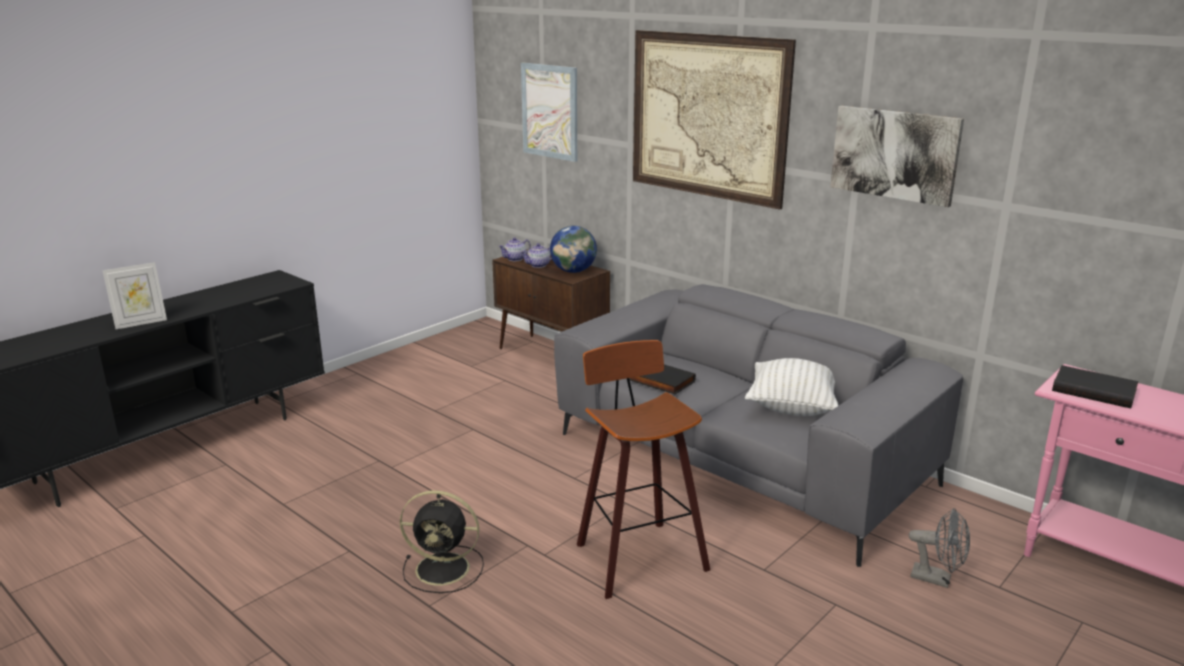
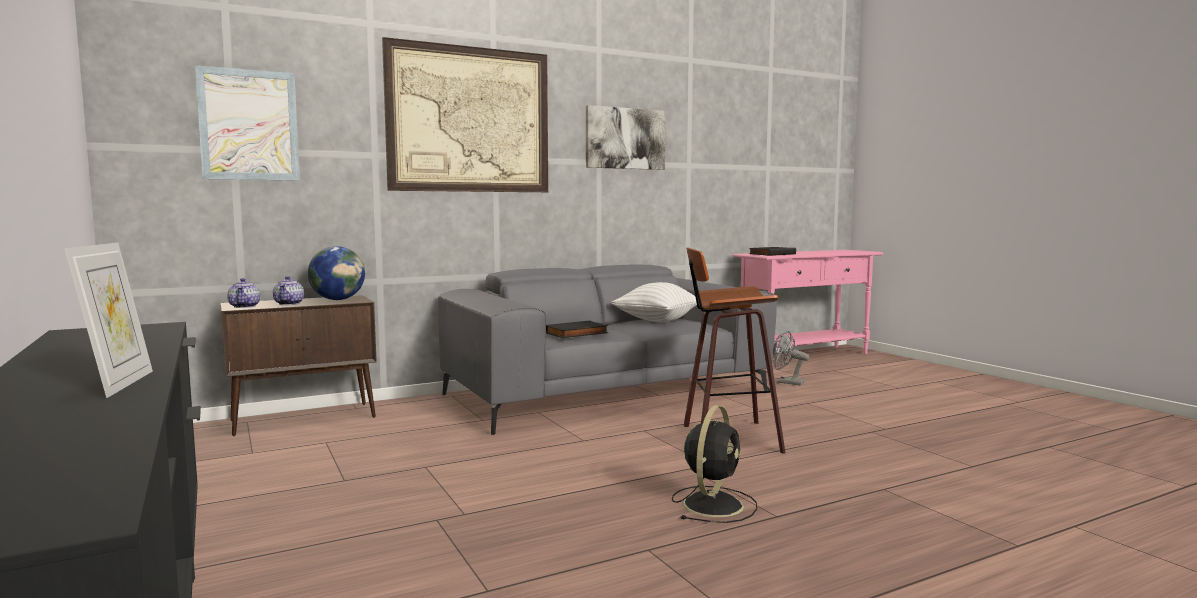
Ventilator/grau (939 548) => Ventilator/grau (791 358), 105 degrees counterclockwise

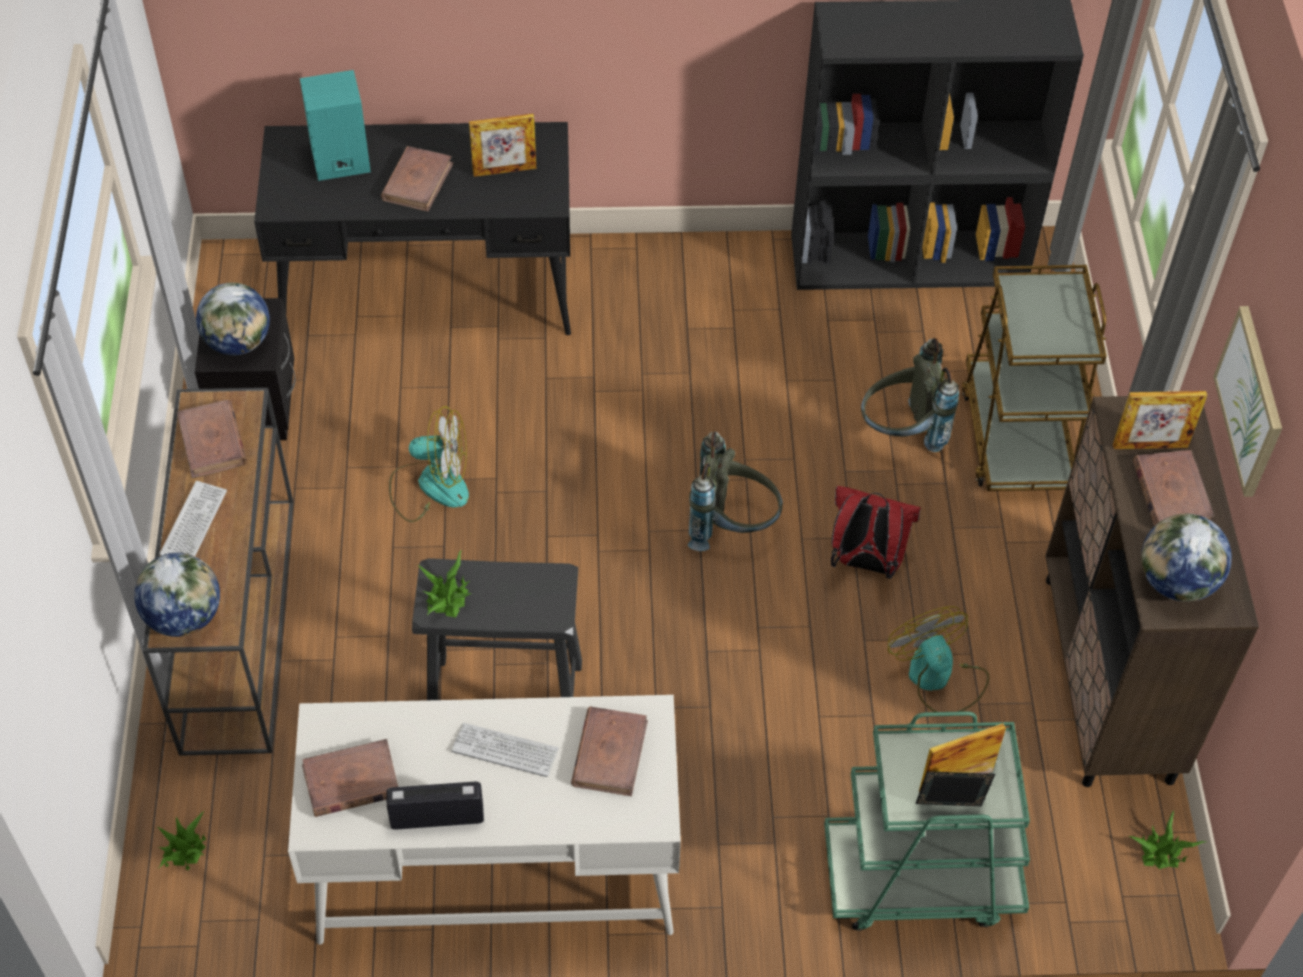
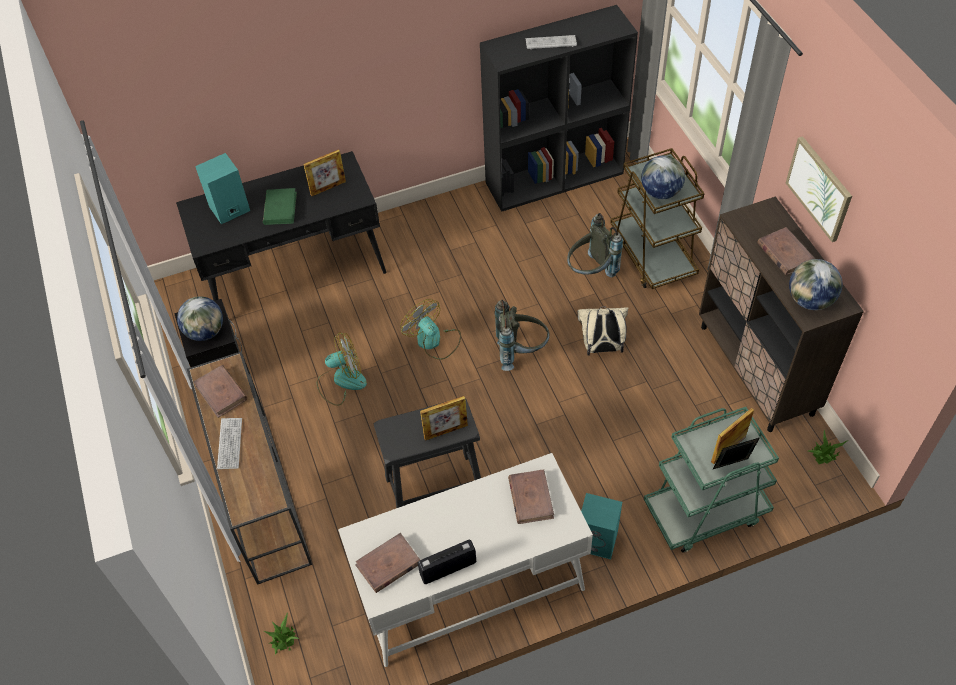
Globus (177 595) => Globus (663 177), shifted
Buch/braun (417 179) => Buch/grün (280 206)
Topfpflanze (445 583) => nothing
Tastatur (505 750) => Tastatur (551 42), shifted
Rucksack/rot (876 532) => Rucksack/beige (603 331)
Ventilator (938 659) => Ventilator (430 329), shifted
Bilderrahmen (1160 420) => Bilderrahmen (444 418), shifted
nothing => Lautsprecher/türkis (601 526)

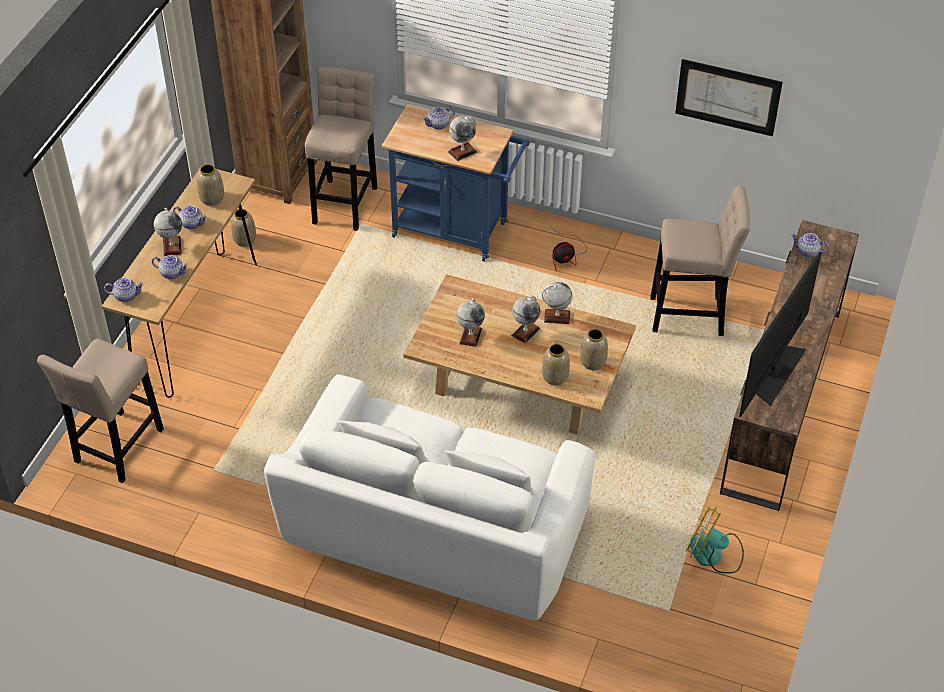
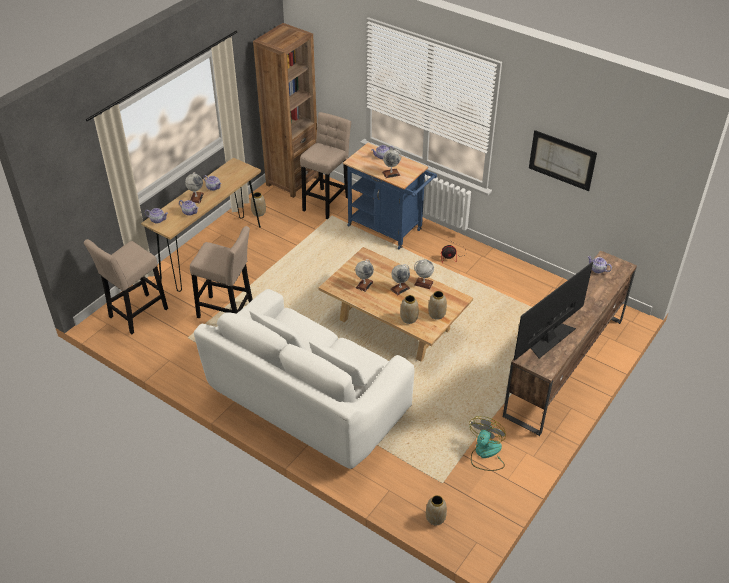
Vase (210 185) => Vase (436 510), shifted
Hocker/beige (700 260) => Hocker/beige (221 272), shifted
Ventilator (715 540) => Ventilator (487 443), 75 degrees clockwise

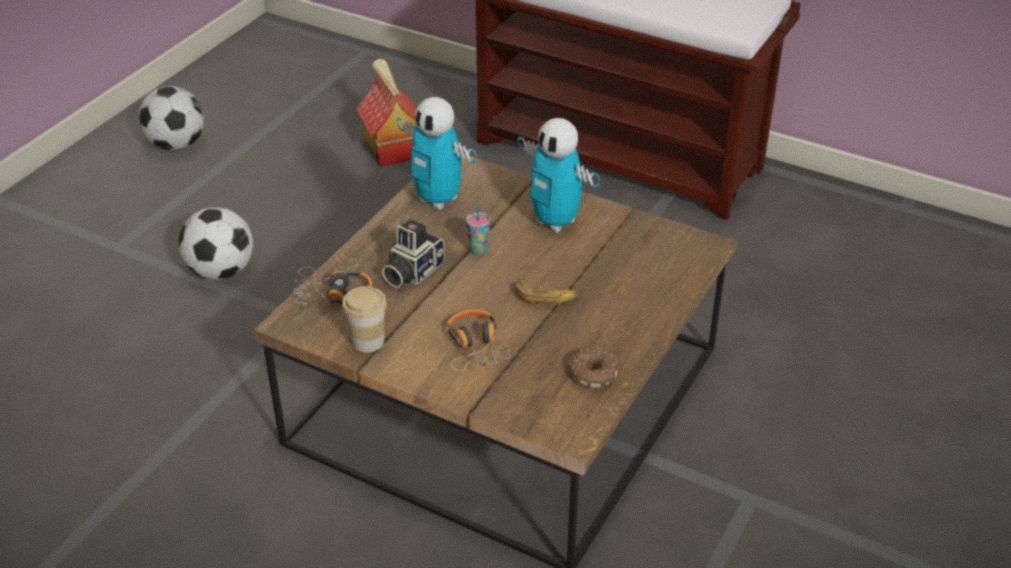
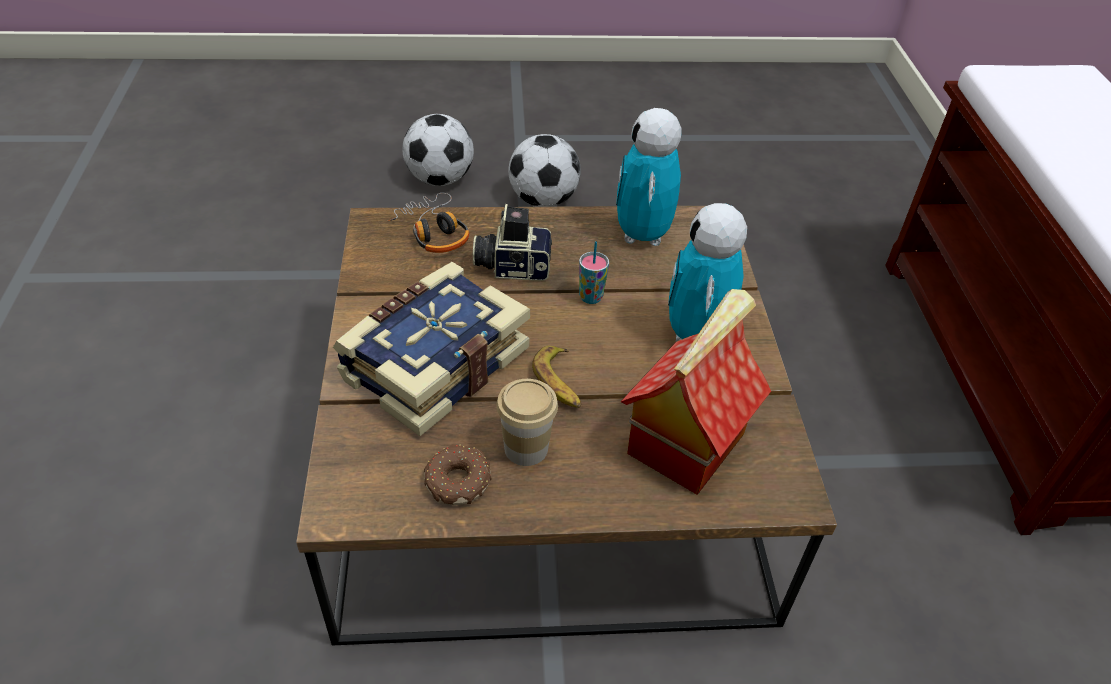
Fußball (171 118) => Fußball (438 150), shifted
Tasse (364 319) => Tasse (527 422), shifted
Spielzeughaus (386 113) => Spielzeughaus (696 392), shifted
Kopfhörer (482 340) => Buch (431 349)

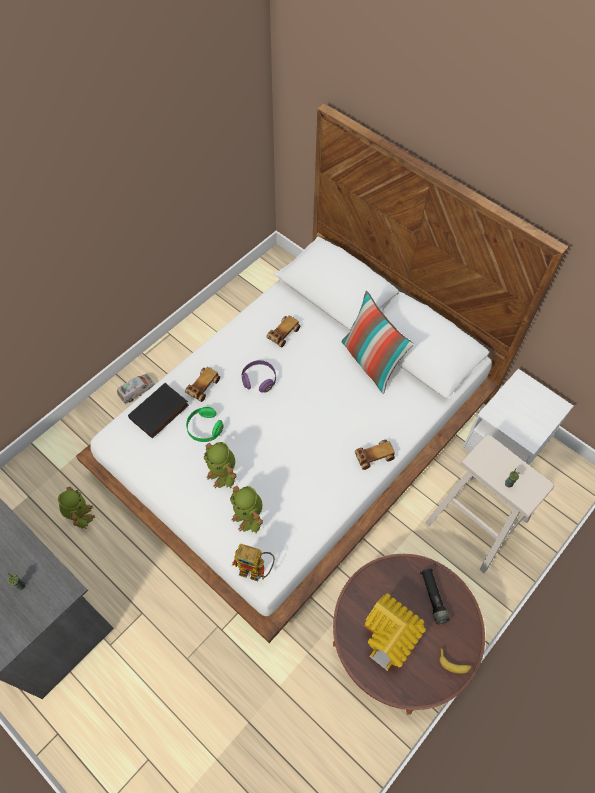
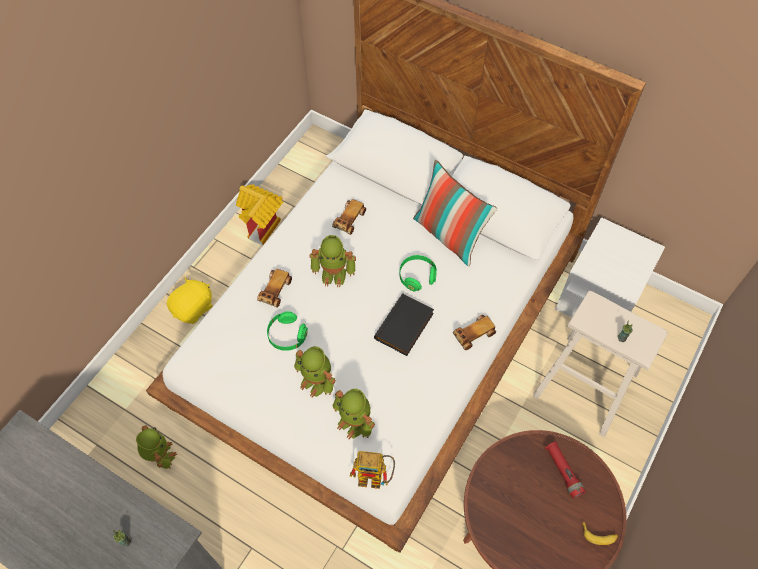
Spielzeuglaster (136 389) => Plüschtier/gelb (189 300)
Buch/schwarz (158 411) => Buch/schwarz (404 324), shifted
Kopfhörer/lila (259 376) => Spielzeugroboter (333 261)
Spielzeughaus (395 632) => Spielzeughaus (259 214), shifted
Taschenlampe/schwarz (435 596) => Taschenlampe/rot (565 470)
nothing => Kopfhörer/grün (418 273)

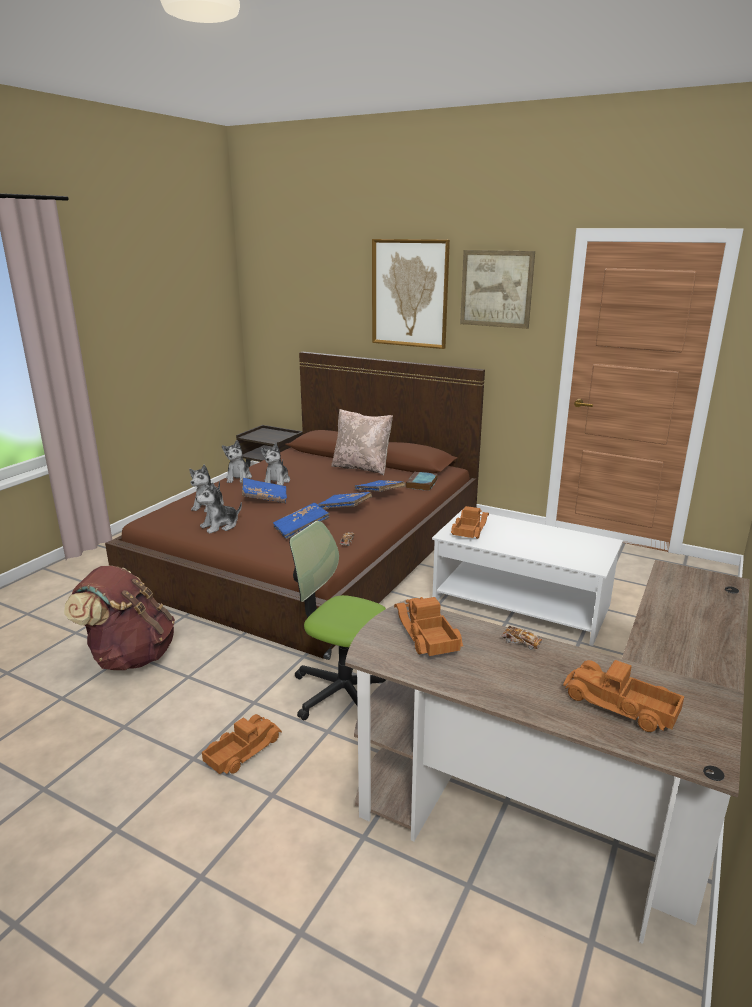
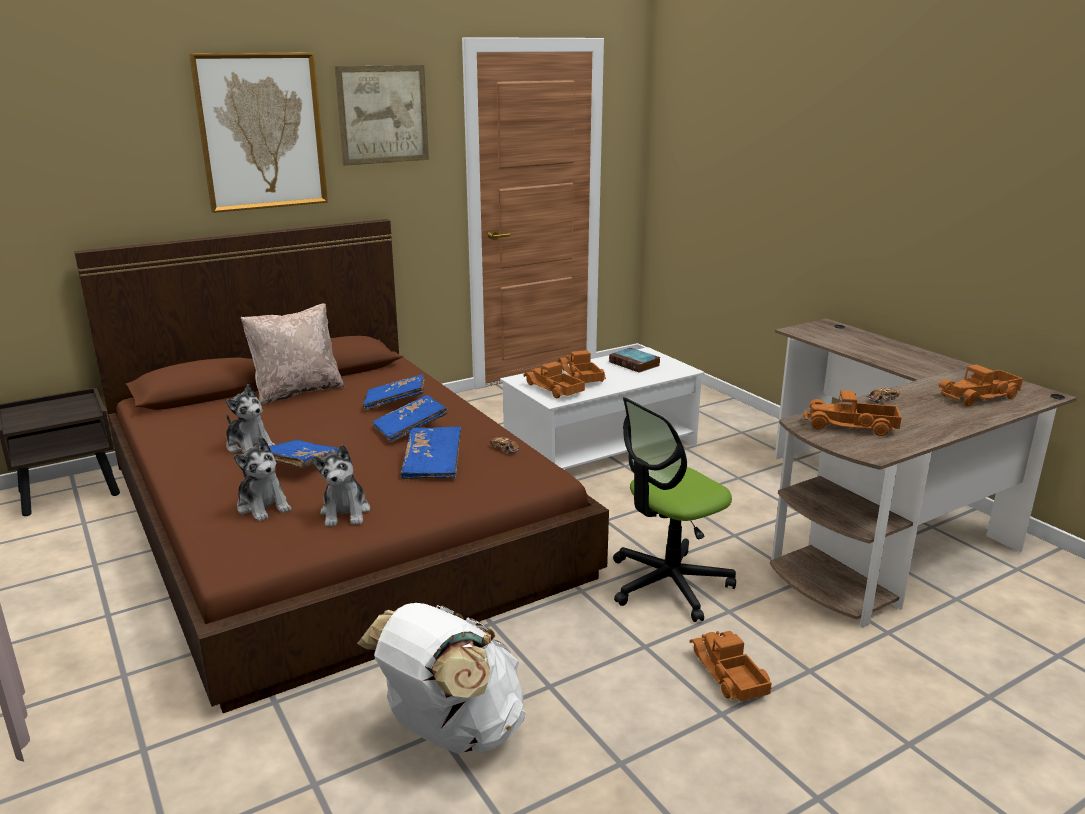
Rucksack/braun (119 617) => Rucksack/weiß (441 678)
Plüschtier (237 461) => nothing
Buch (422 481) => Buch (635 360), shifted
nothing => Spielzeuglaster (582 366)

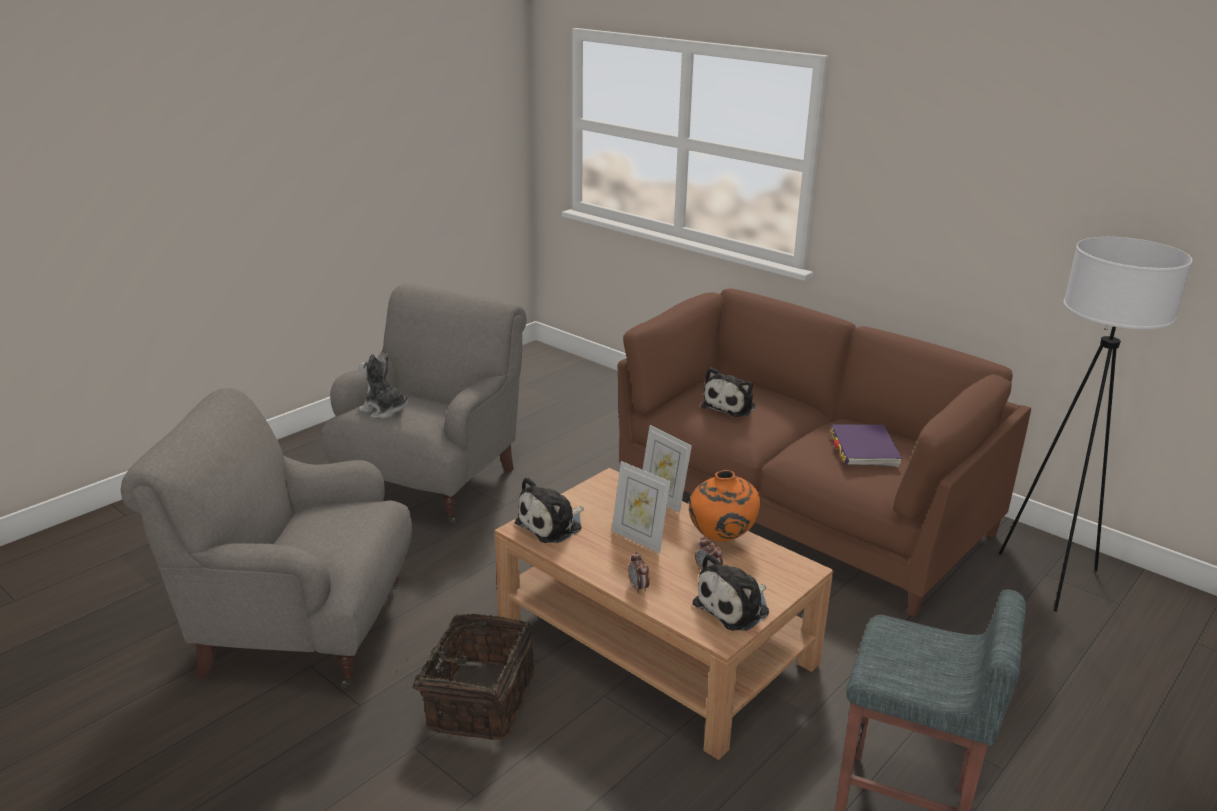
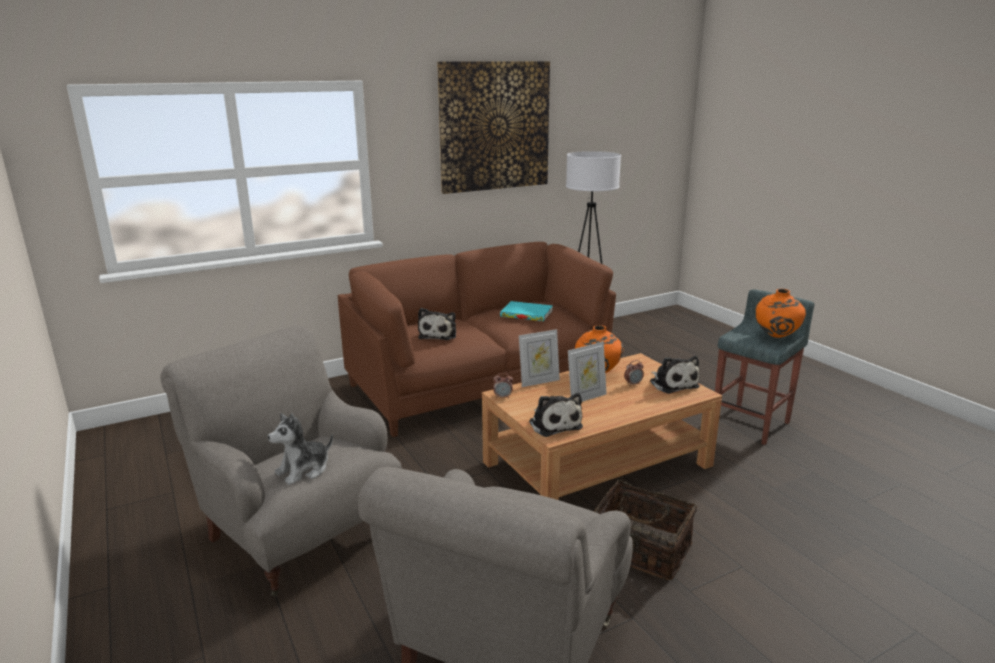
Wecker (639 573) => Wecker (503 385), shifted
Plüschtier (728 392) => Plüschtier (437 324), 45 degrees clockwise
Buch/lila (866 445) => Buch/türkis (526 311)
nothing => Bild (493 127)
nothing => Vase/orange (780 313)

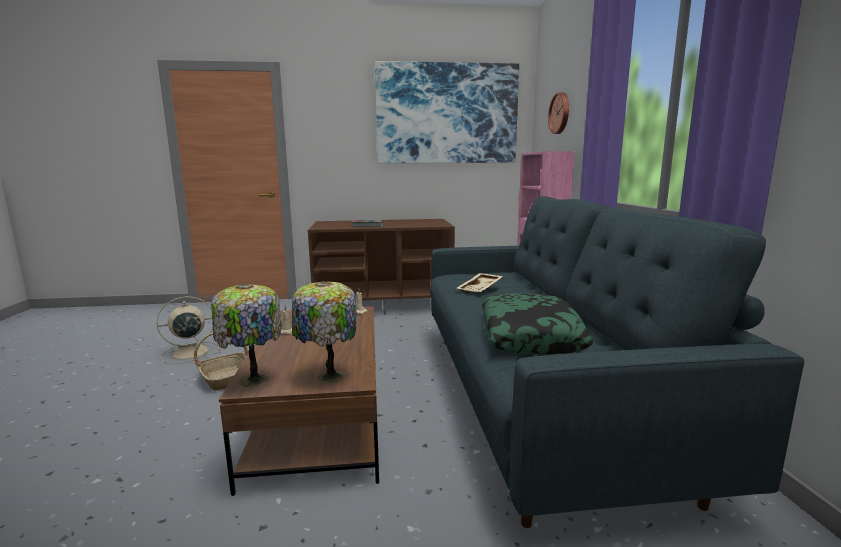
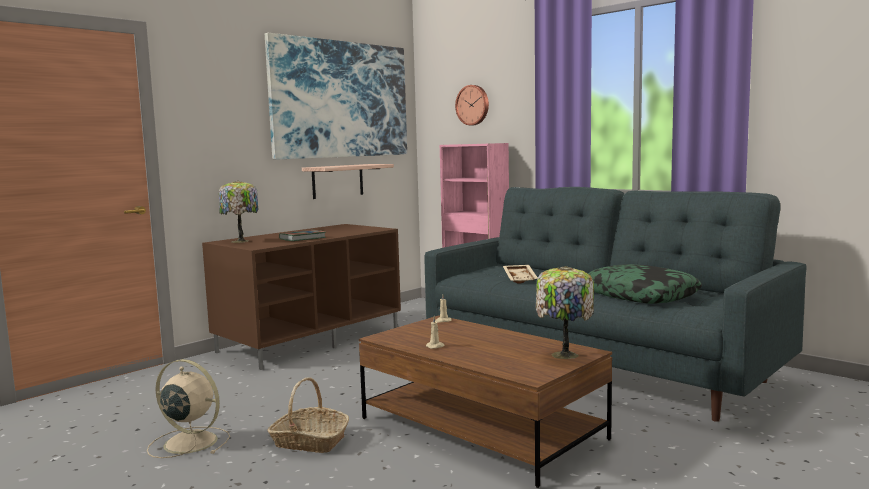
Ventilator/beige (188 330) => Ventilator/beige (188 408), 90 degrees clockwise
Tischlampe (246 335) => Tischlampe (239 211), shifted
nothing => Wandregal (348 181)

